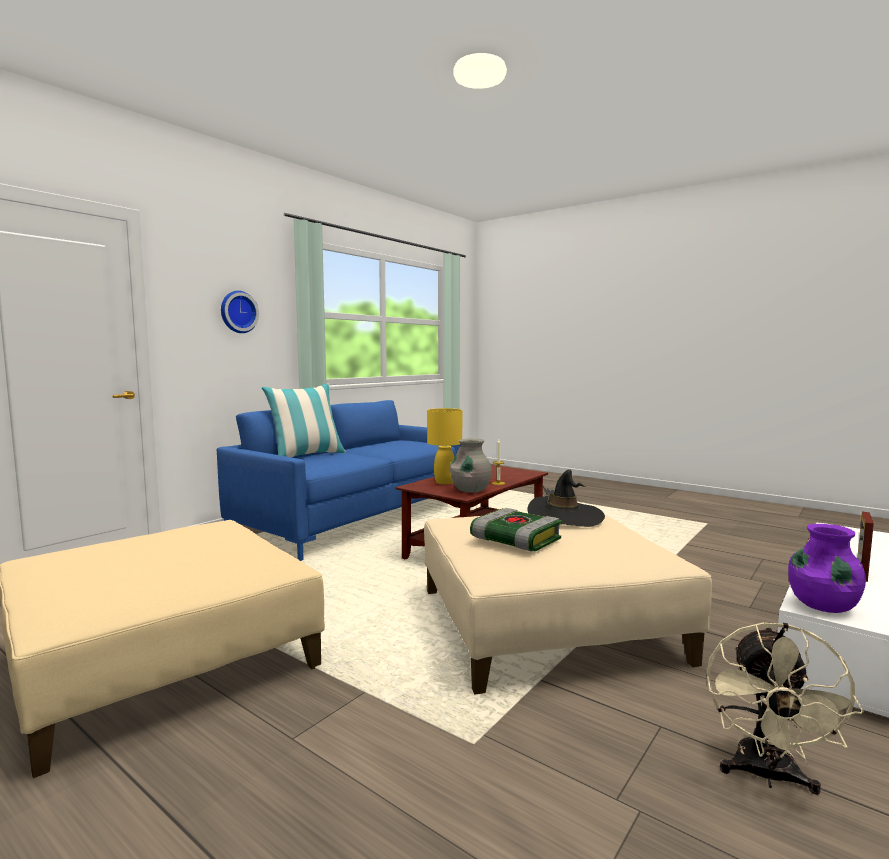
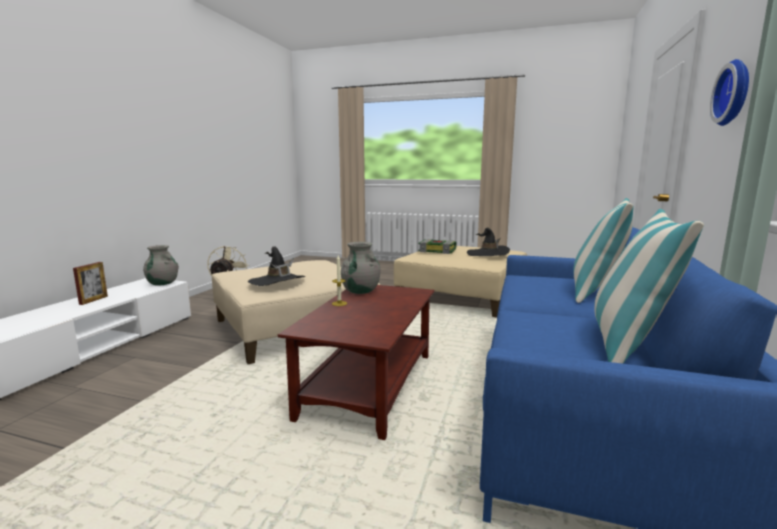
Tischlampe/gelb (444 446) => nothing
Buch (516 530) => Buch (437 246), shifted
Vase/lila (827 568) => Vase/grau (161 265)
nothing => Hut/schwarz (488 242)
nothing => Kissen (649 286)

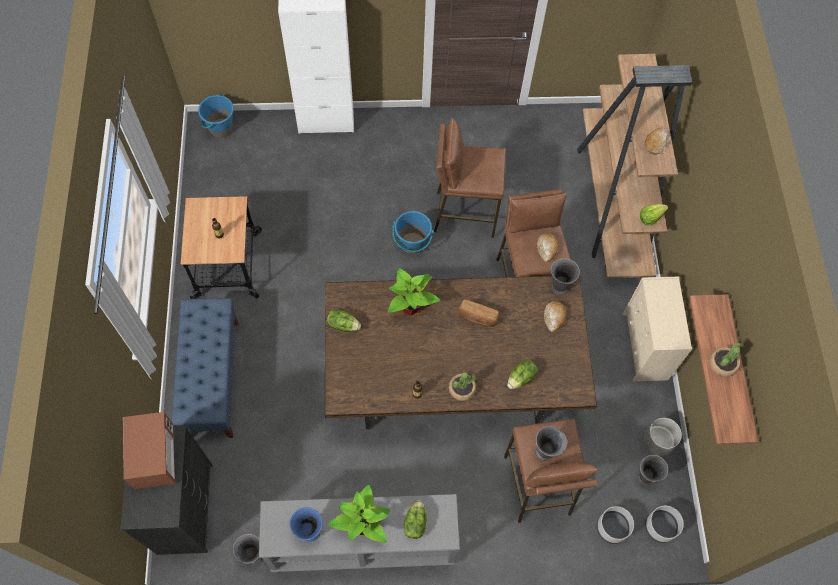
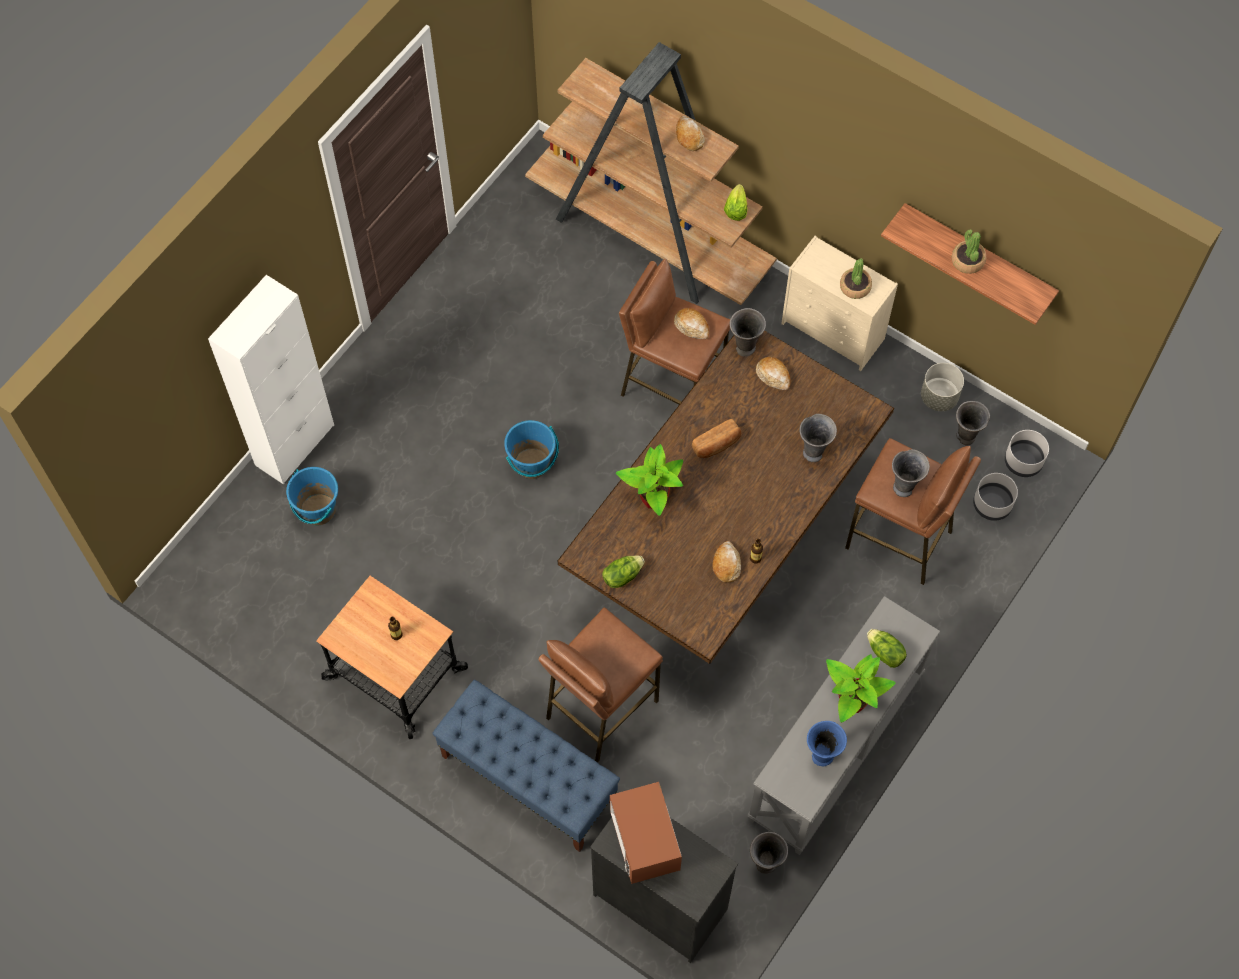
Mikrowelle (149 450) => Mikrowelle (646 833), 135 degrees counterclockwise
Eimer/blau (216 116) => Eimer/blau (312 496), shifted
Hocker/braun (470 178) => Hocker/braun (600 685), shifted
Topfpflanze (462 386) => Topfpflanze (856 278), shifted
Salatkopf (522 374) => Vase/grau (818 438)
nothing => Brot (726 562)

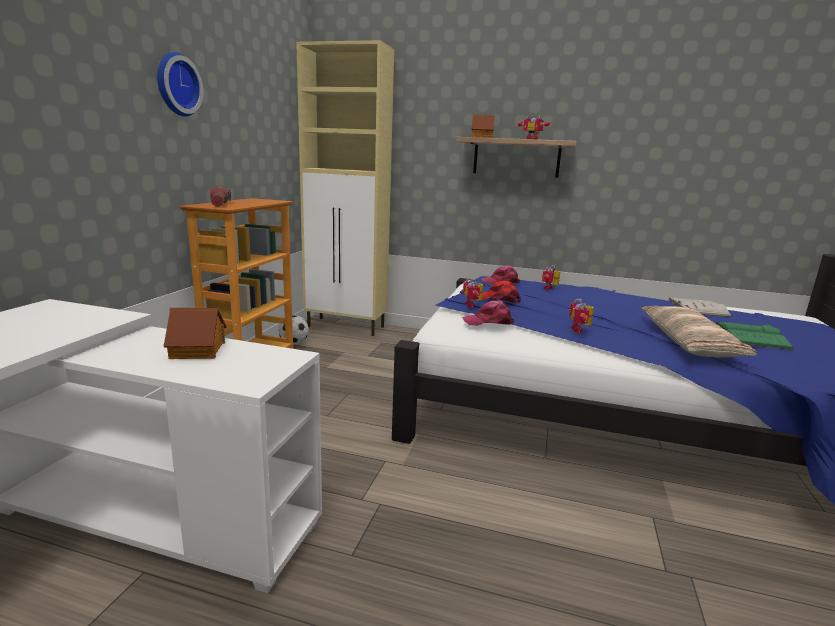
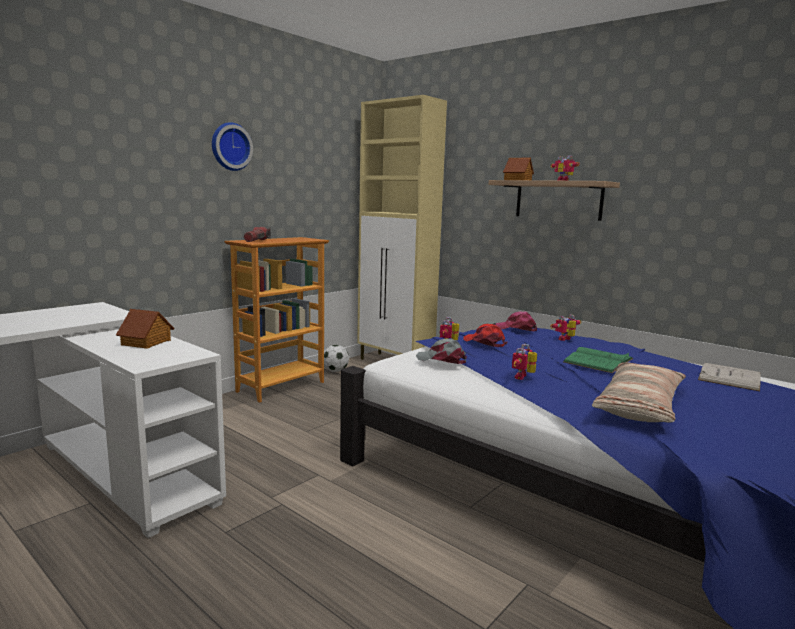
Kappe/rosa (488 313) => Kappe/grau (441 351)
Buch/grün (754 335) => Buch/grün (598 360), shifted

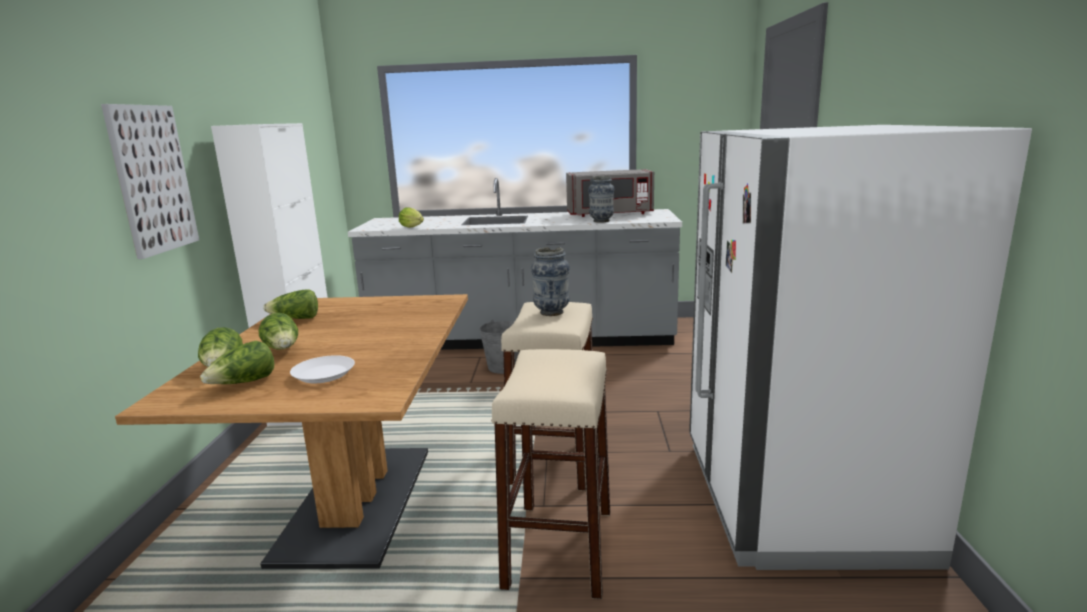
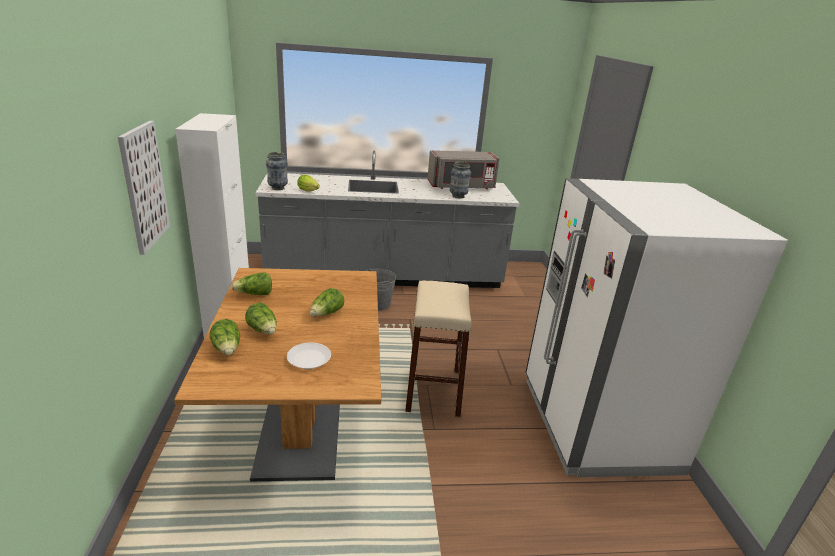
Salatkopf (237 362) => Salatkopf (327 302), shifted
Hocker/beige (550 474) => nothing
Vase (550 281) => Vase (277 171), shifted

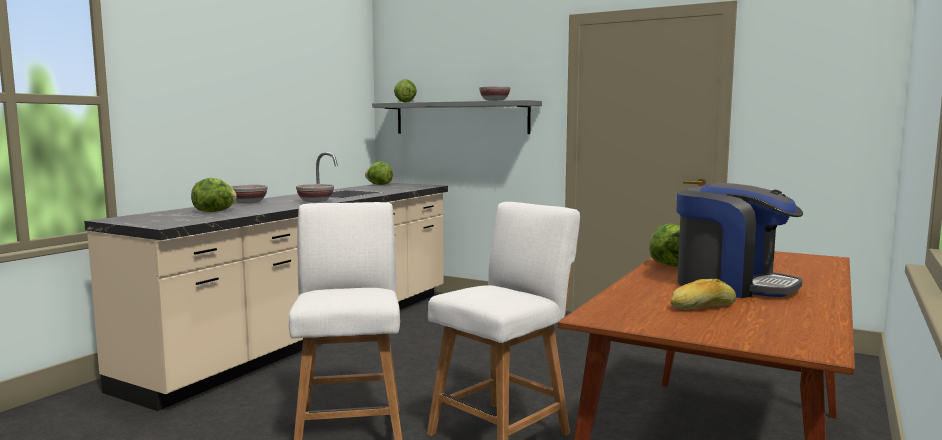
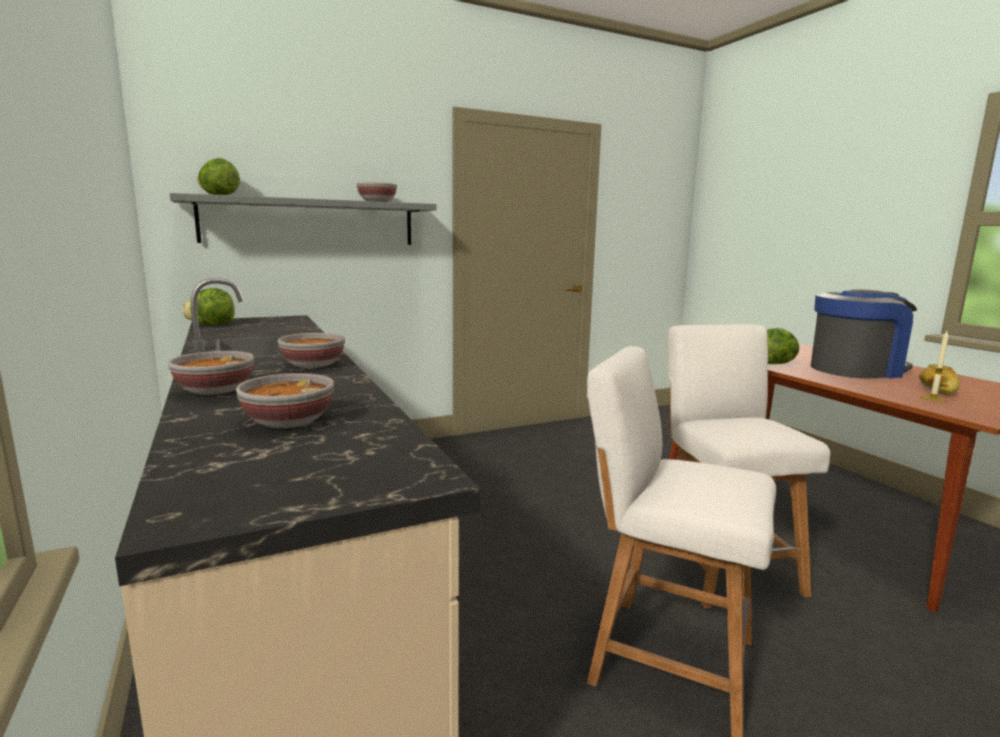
Salatkopf (214 195) => Schüssel (285 400)
nothing => Kerze (935 366)

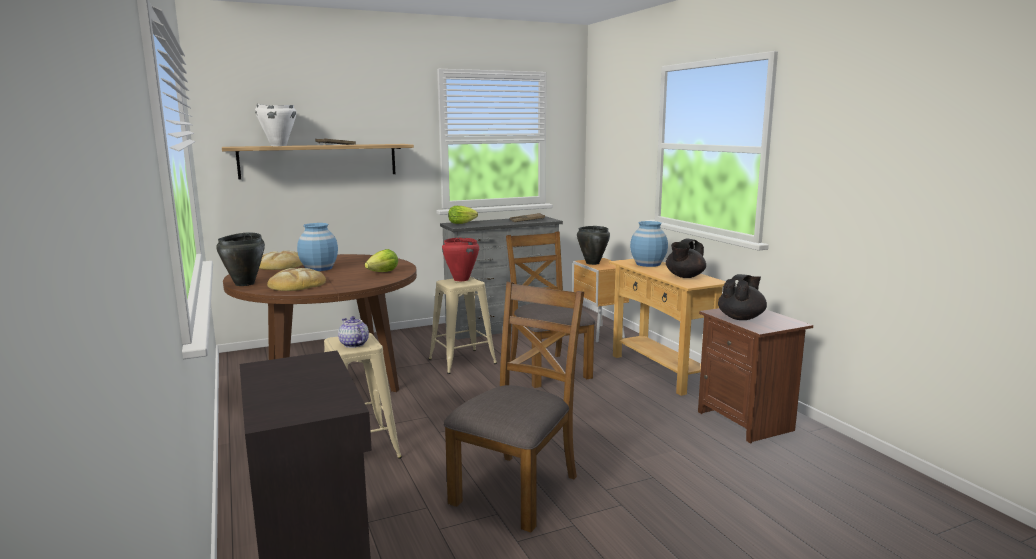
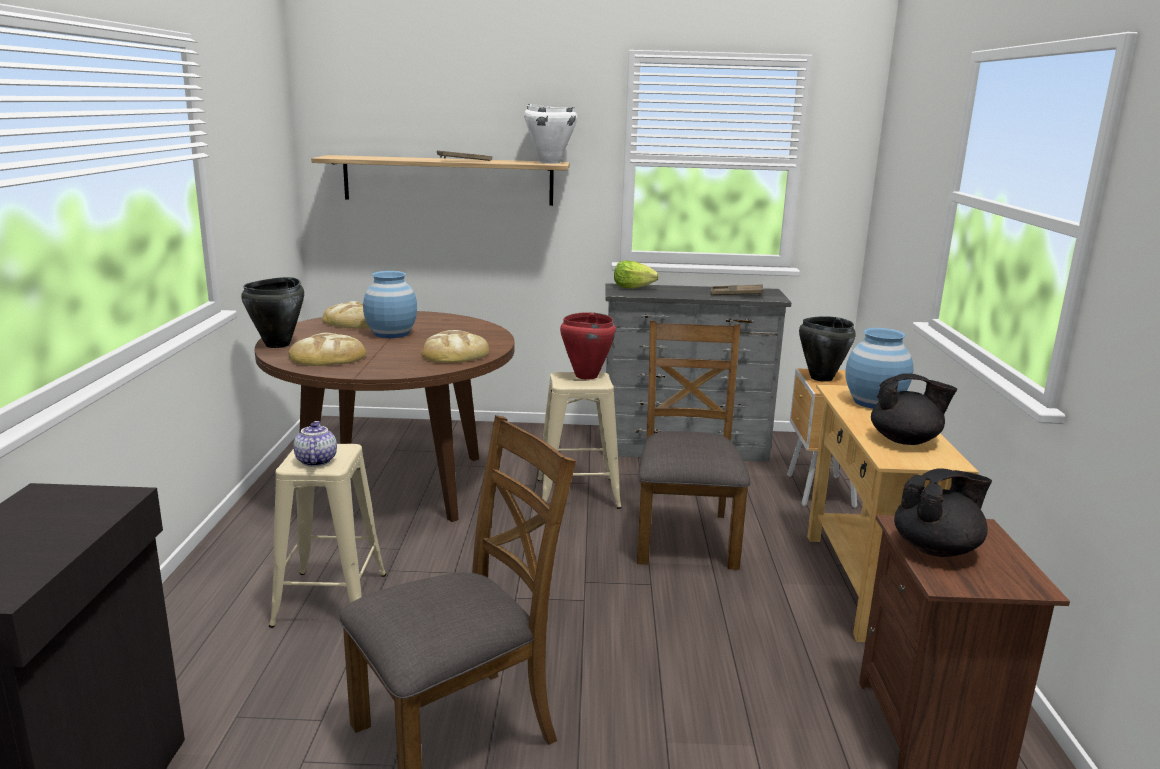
Kochtopf/weiß (276 125) => Kochtopf/weiß (550 134), shifted
Salatkopf (381 260) => Brot (455 346)
Teekanne/schwarz (686 258) => Teekanne/schwarz (914 409), 150 degrees counterclockwise

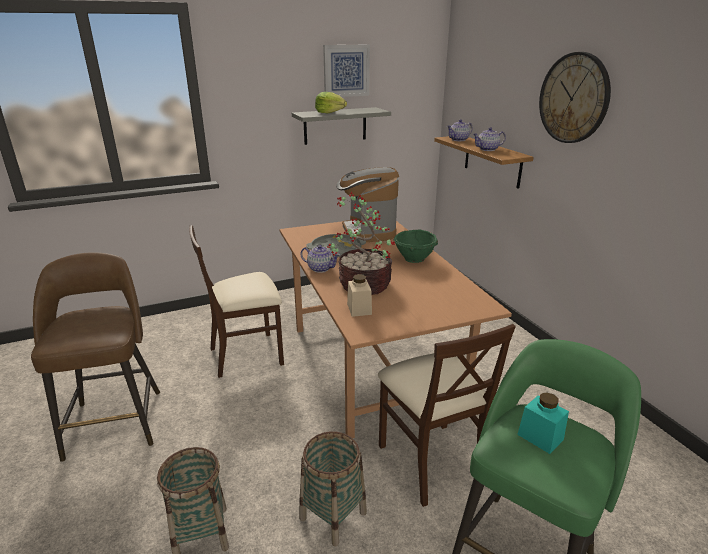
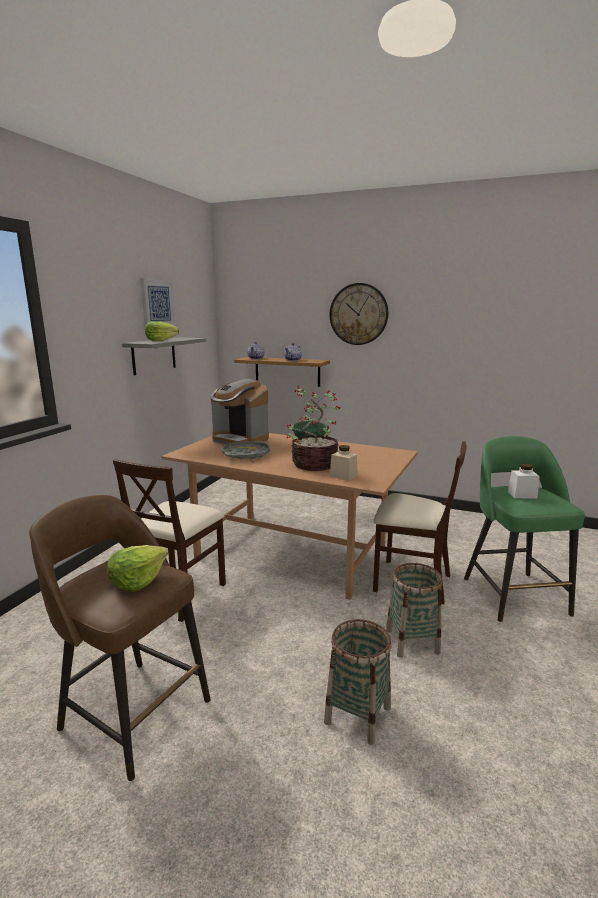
Teekanne (320 259) => nothing
Vorratsglas/türkis (543 423) => Vorratsglas/weiß (524 481)
nothing => Salatkopf (137 568)

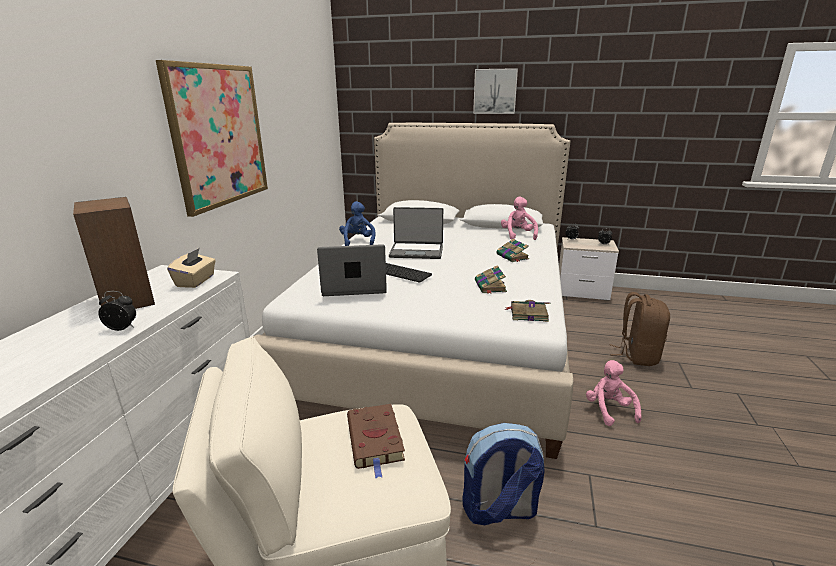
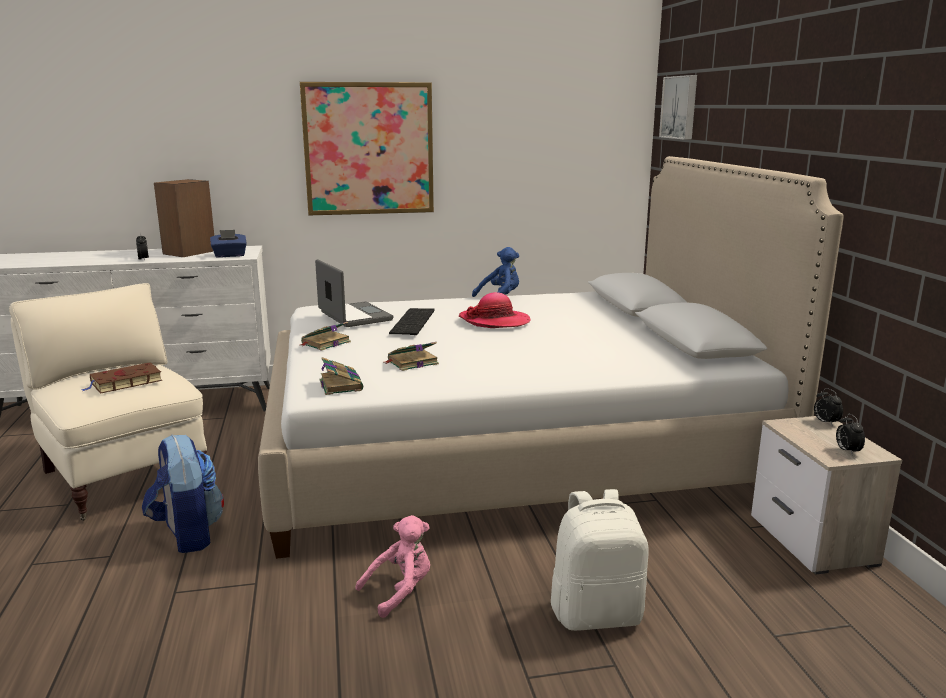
Taschentuchbox/beige (191 268) => Taschentuchbox/blau (228 244)
Laptop (416 233) => Hut (495 310)
Bild (495 91) => Bild (678 107), shifted
Buch (512 250) => Buch (326 336), shifted
Plüschtier/rosa (519 218) => nothing
Rucksack/braun (639 329) => Rucksack/weiß (599 560)

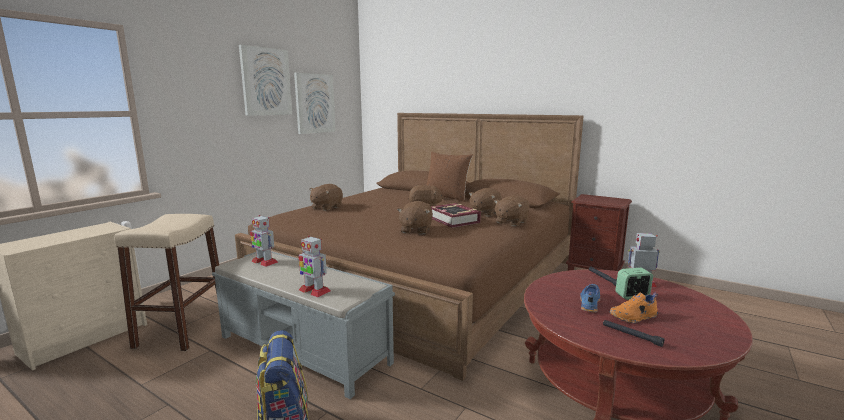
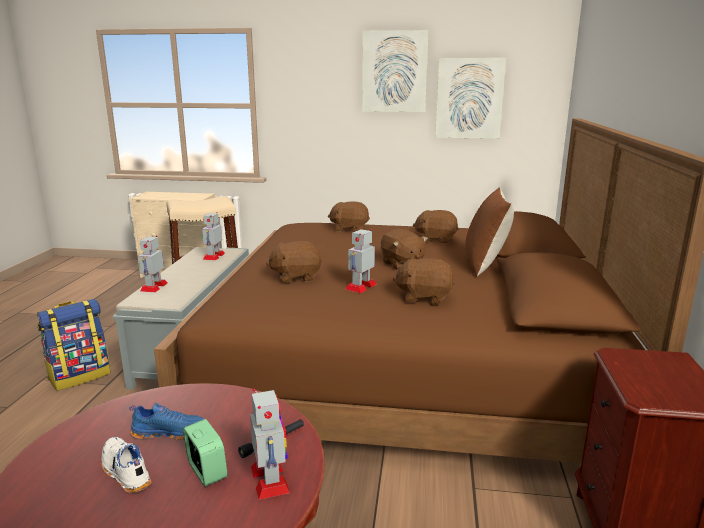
Buch (456 215) => Spielzeugroboter (361 261)
Plüschtier/braun (512 210) => Plüschtier/braun (436 227), shifted
Taschenlampe/schwarz (633 333) => nothing
Schuh/orange (633 308) => Schuh/weiß (126 465)

